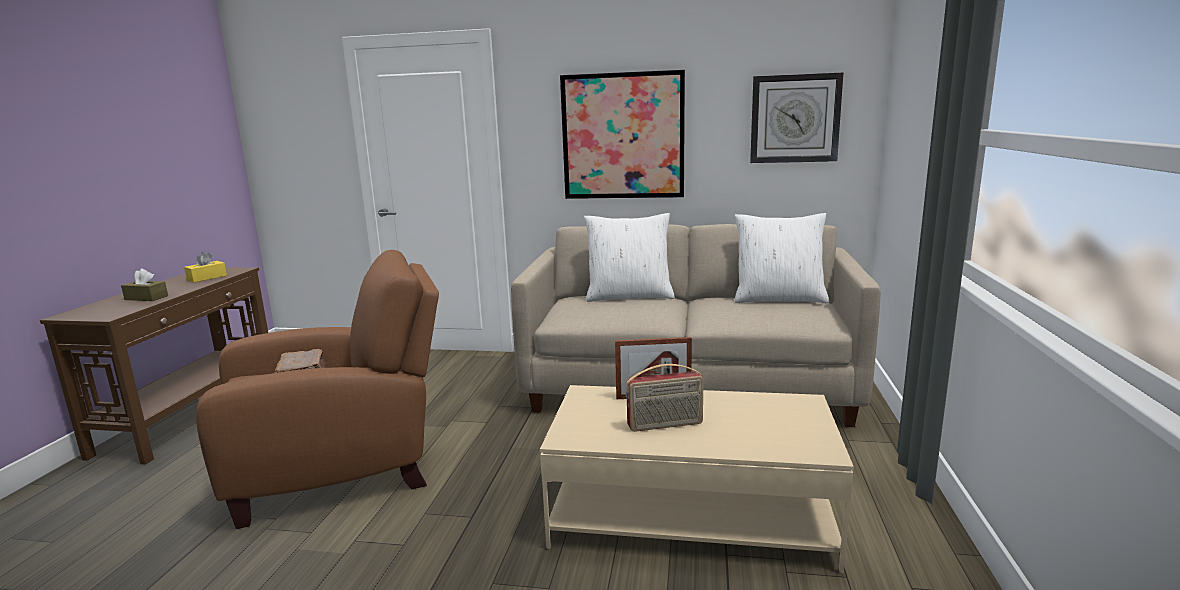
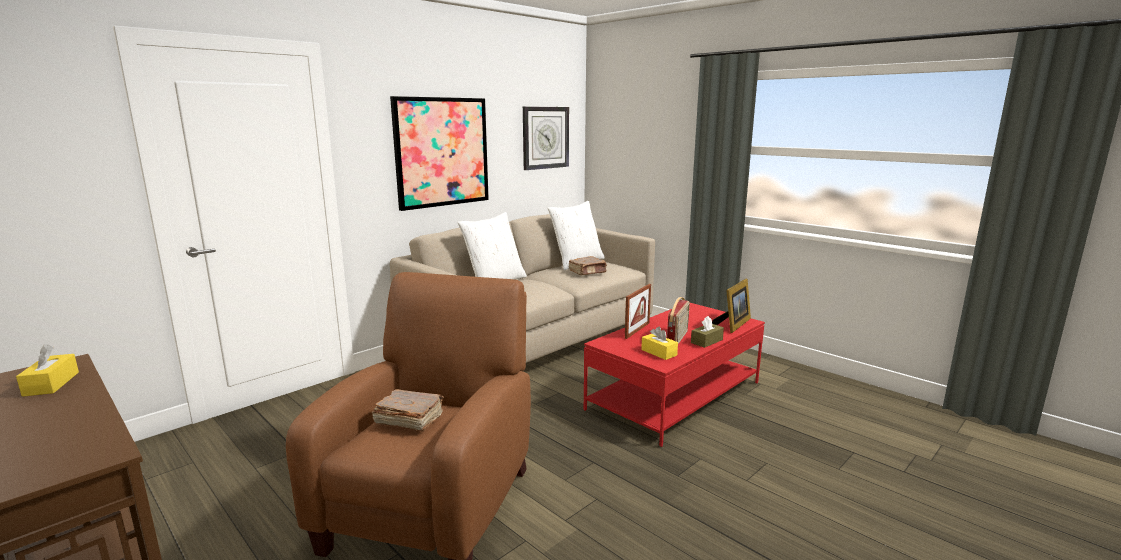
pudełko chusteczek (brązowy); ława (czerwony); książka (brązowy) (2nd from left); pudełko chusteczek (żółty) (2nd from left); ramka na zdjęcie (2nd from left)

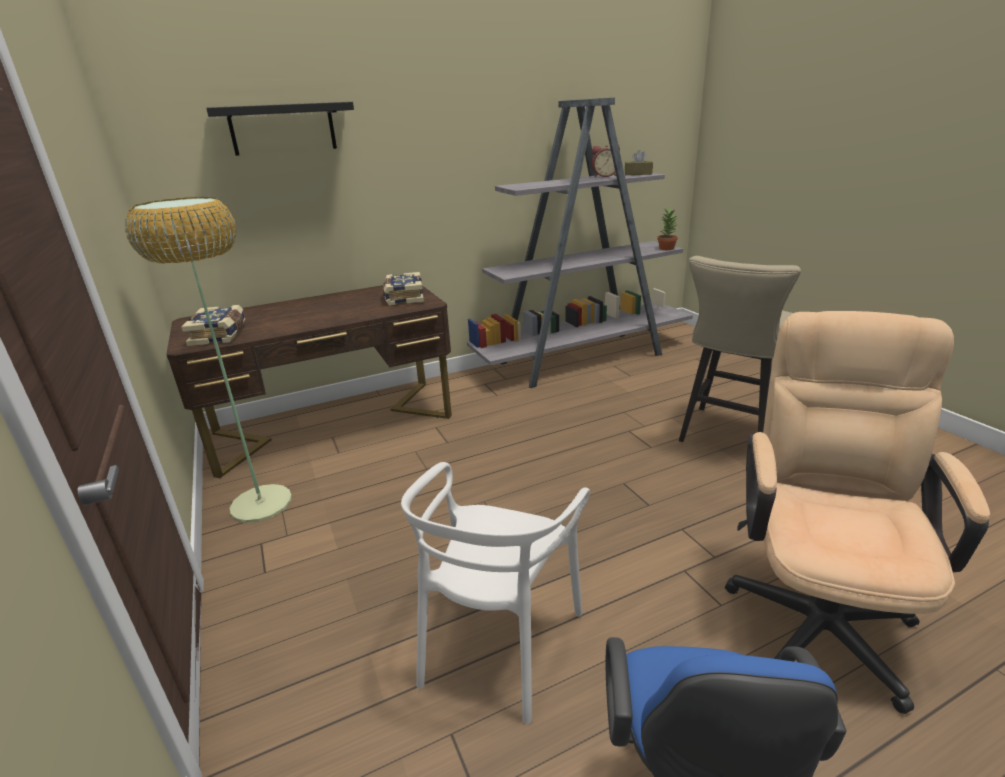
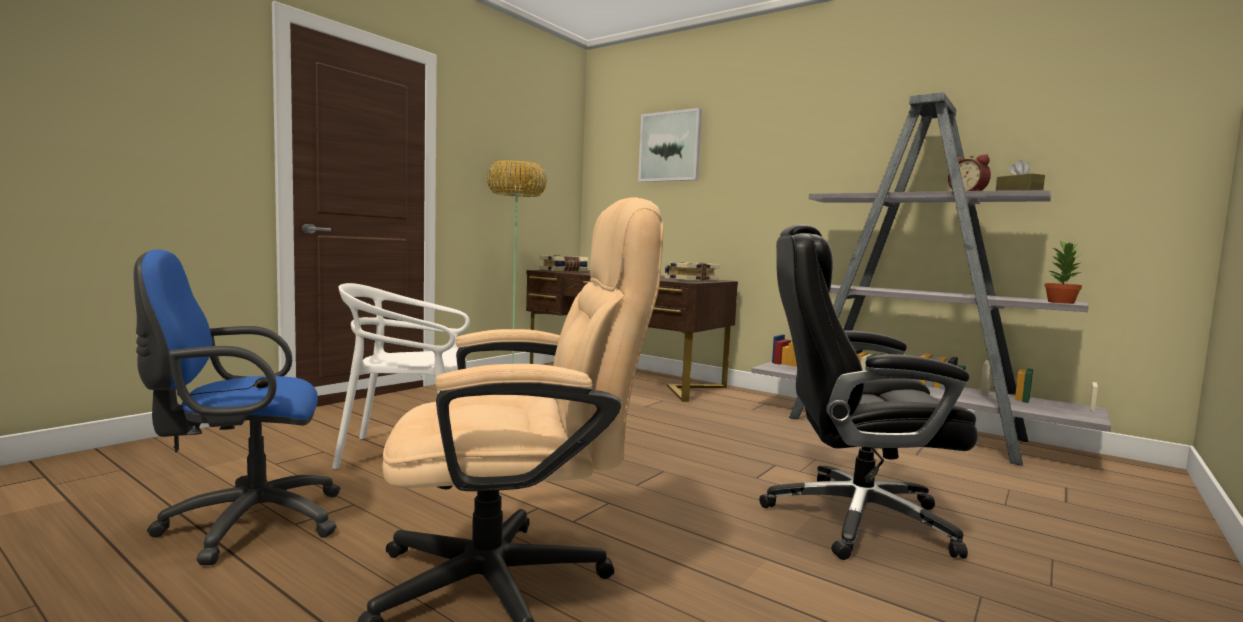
obraz; krzesło biurowe (czarny)

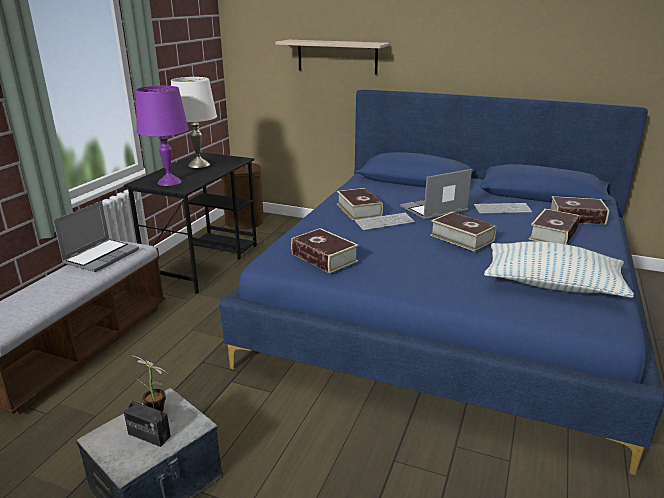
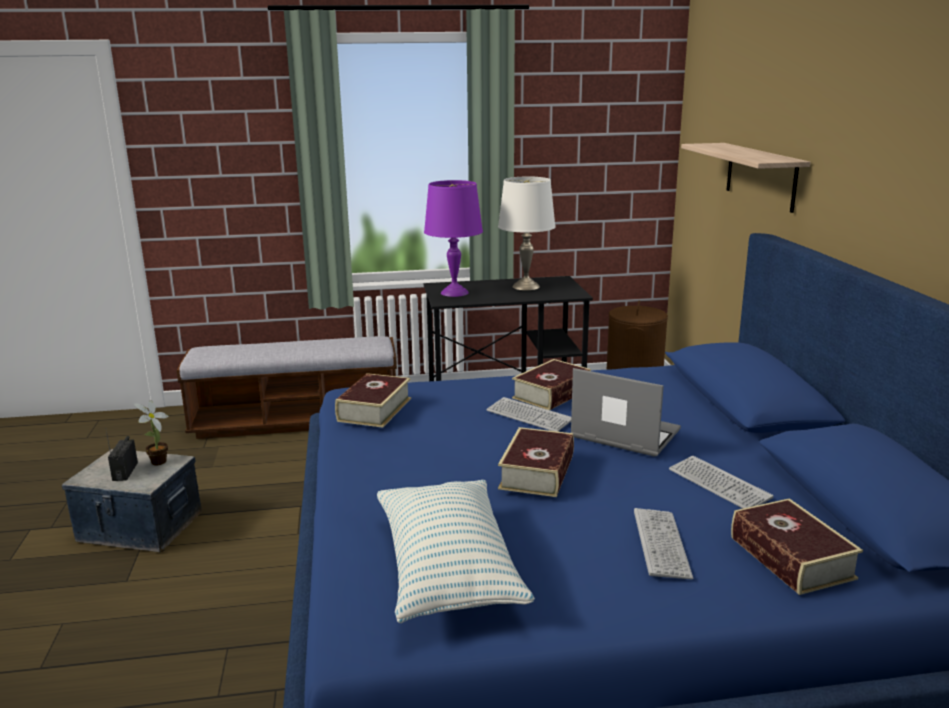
laptop (1st from left in the first image); klawiatura (2nd from left)

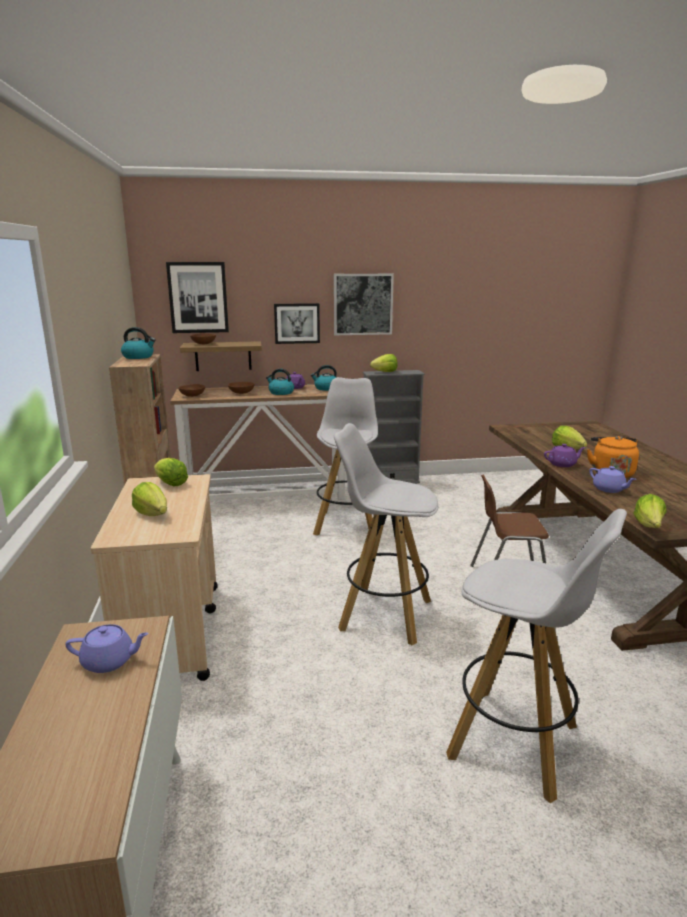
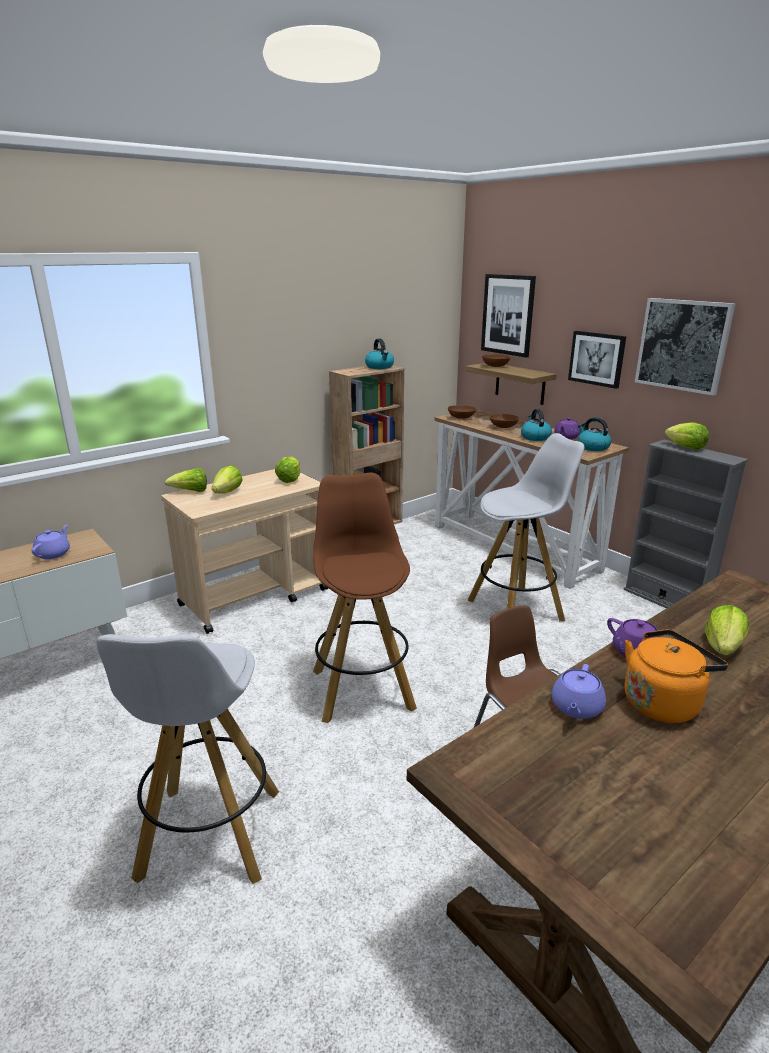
imbryk (fioletowy) (1st from left); stołek (brązowy); sałata (1st from left)

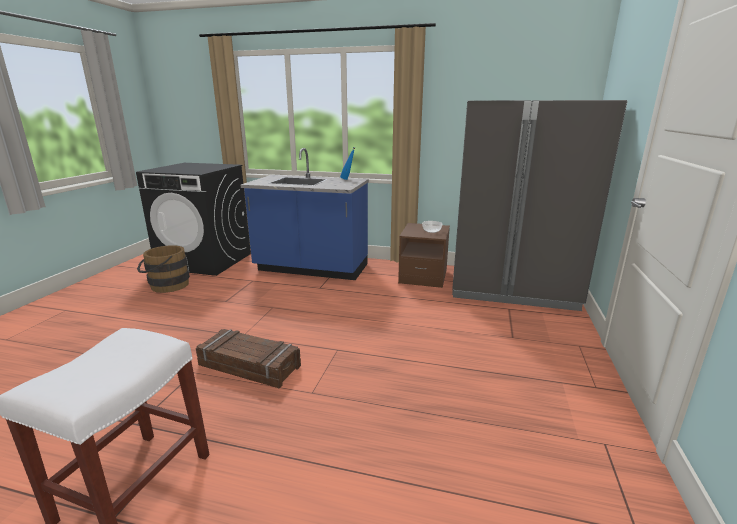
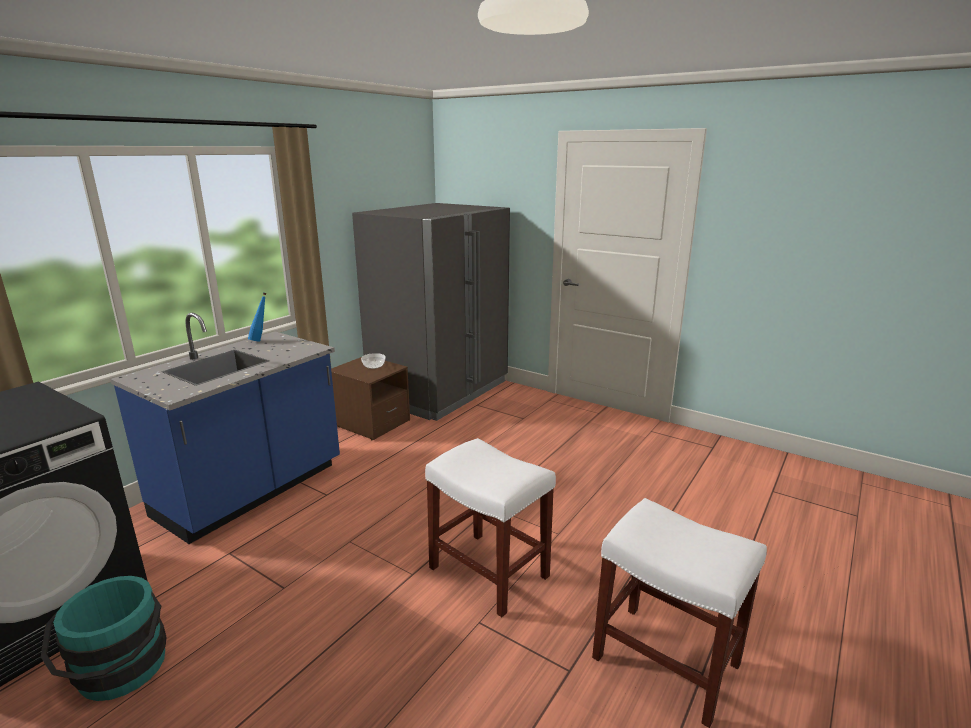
wiadro (turkusowy); stołek (biały) (1st from left)

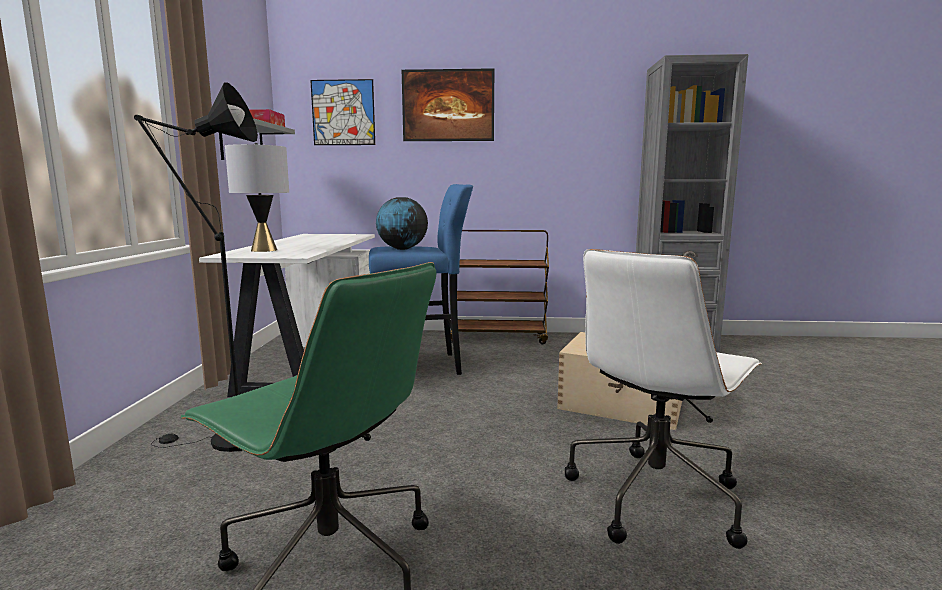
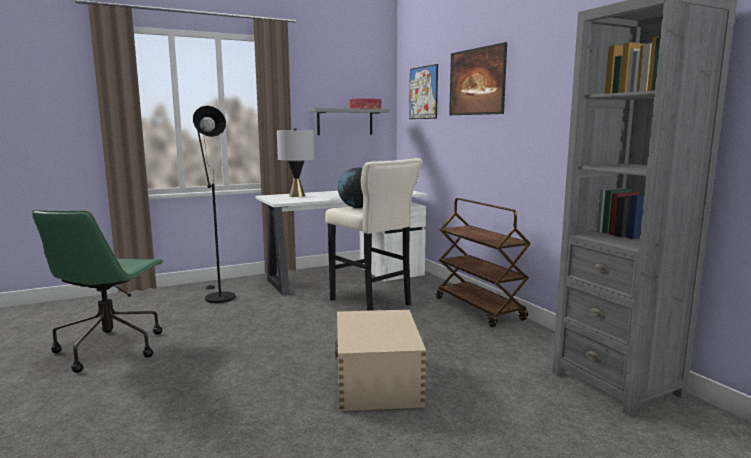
stołek (beżowy); krzesło biurowe (biały)

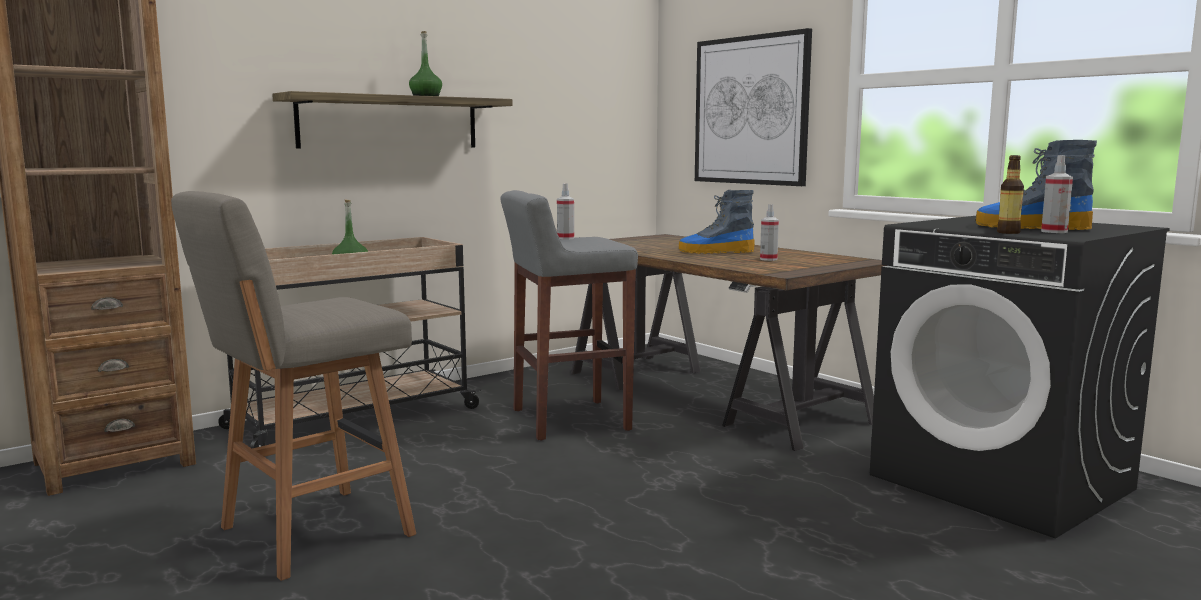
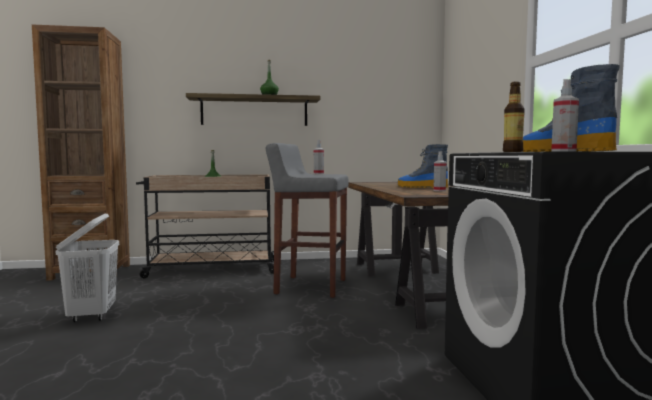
kosz na pranie (biały); obraz

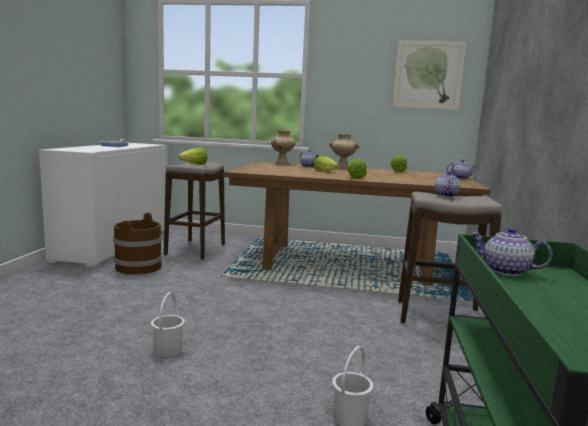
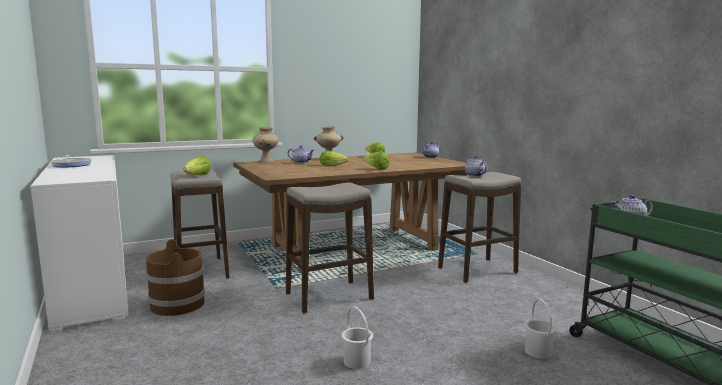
obraz; stołek (2nd from left)

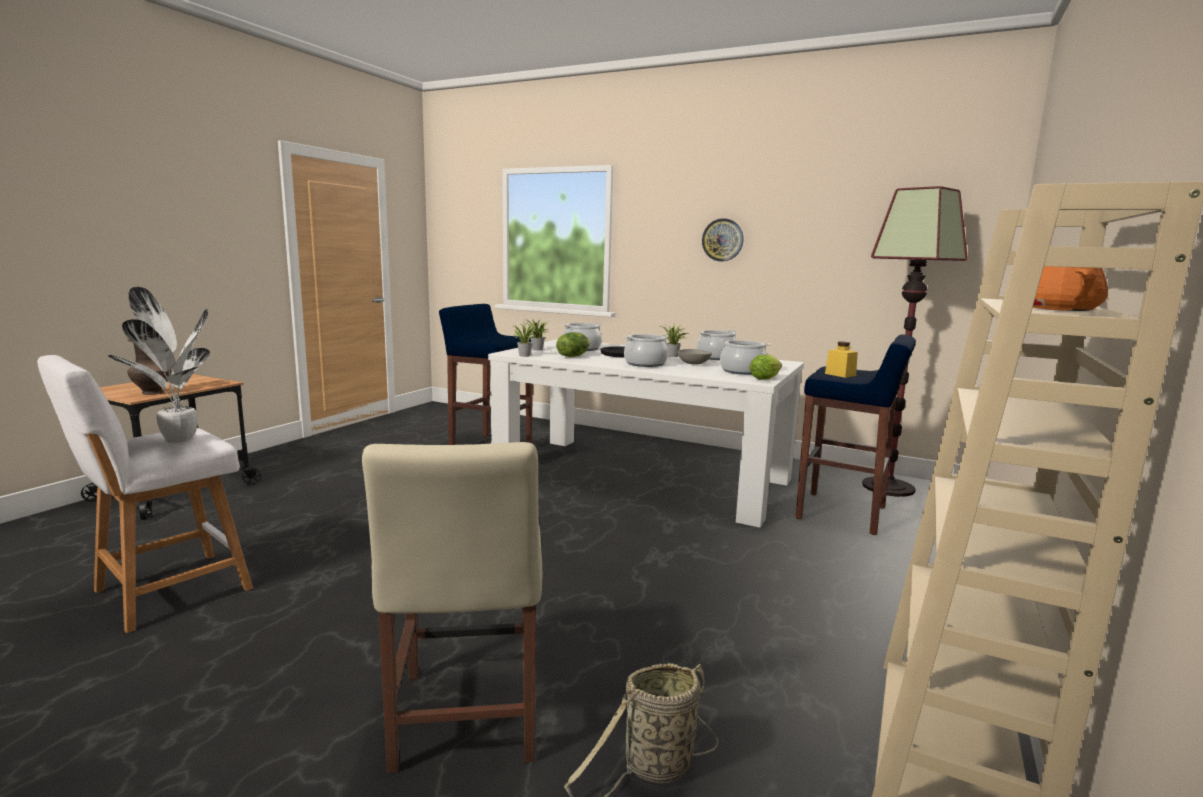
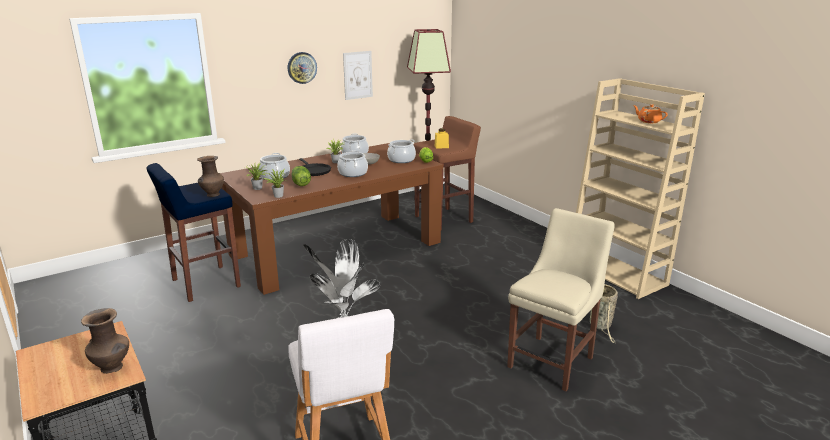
krzesło (beżowy); stół jadalny (brązowy); stołek (brązowy); wazon (brązowy) (2nd from left); obraz

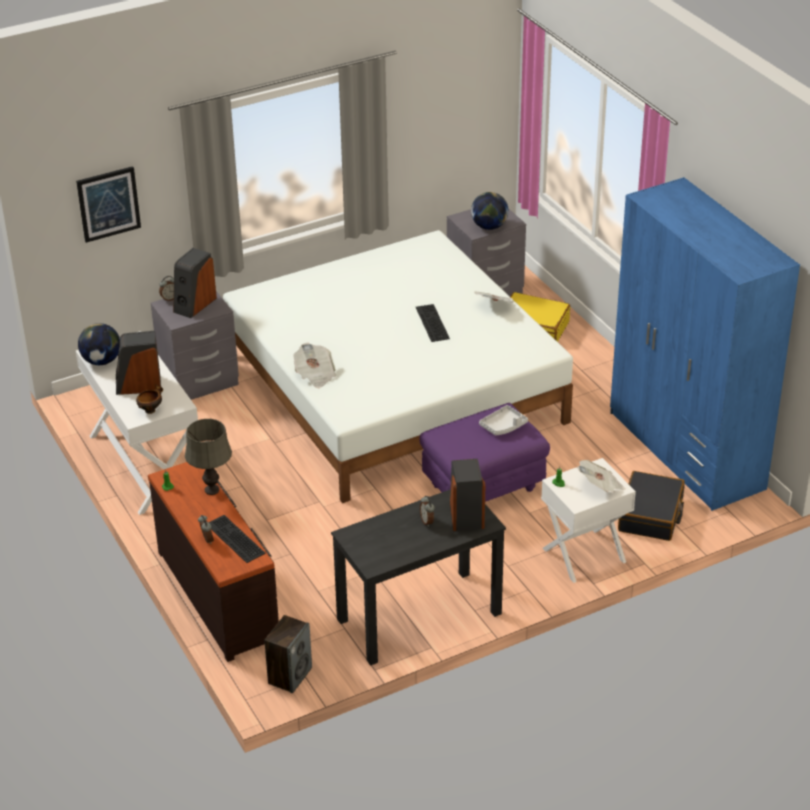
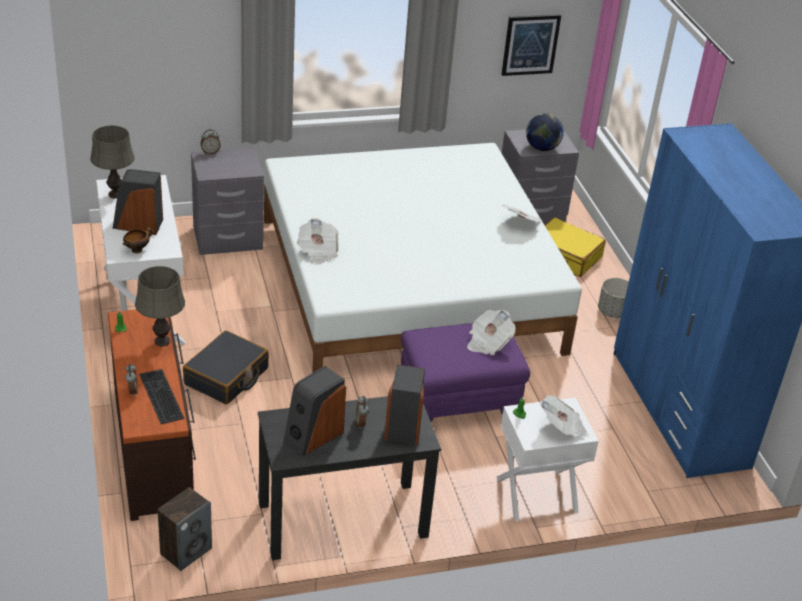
obraz; lampa stołowa (szary) (1st from left); głośnik (3rd from left); klawiatura (2nd from left in the first image); gazeta (2nd from left); walizka (czarny); donica (szary)

